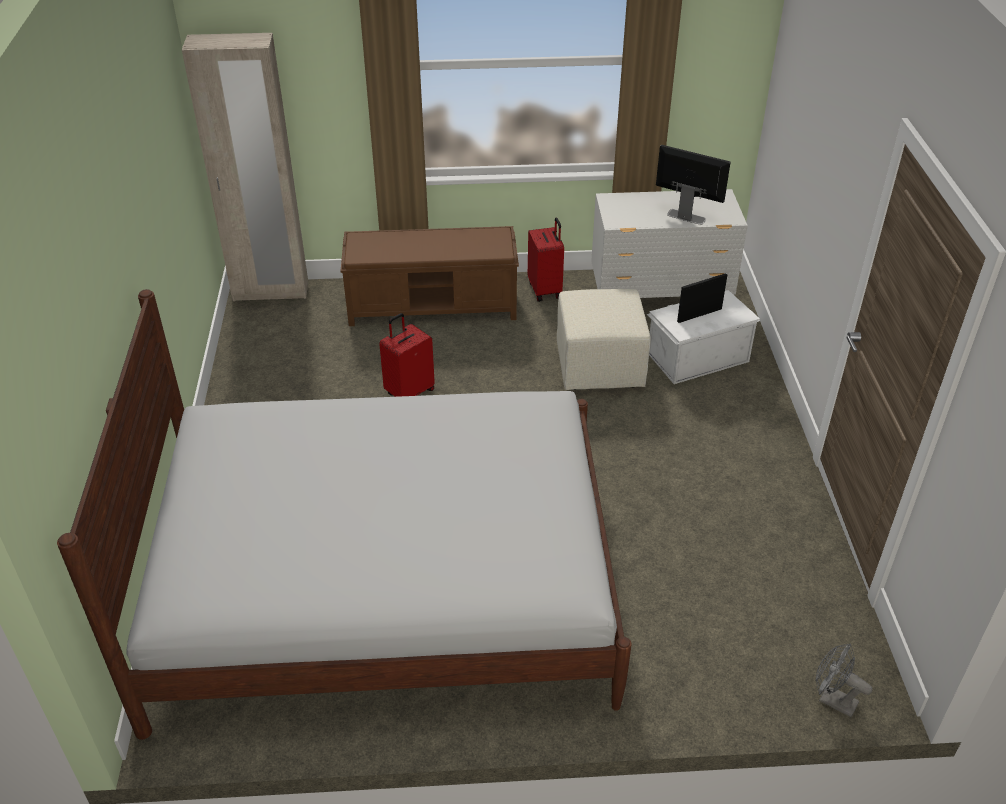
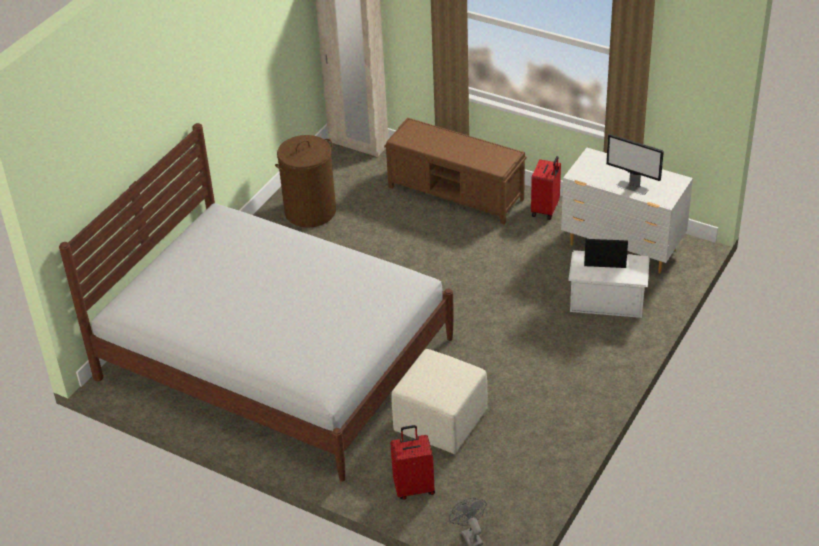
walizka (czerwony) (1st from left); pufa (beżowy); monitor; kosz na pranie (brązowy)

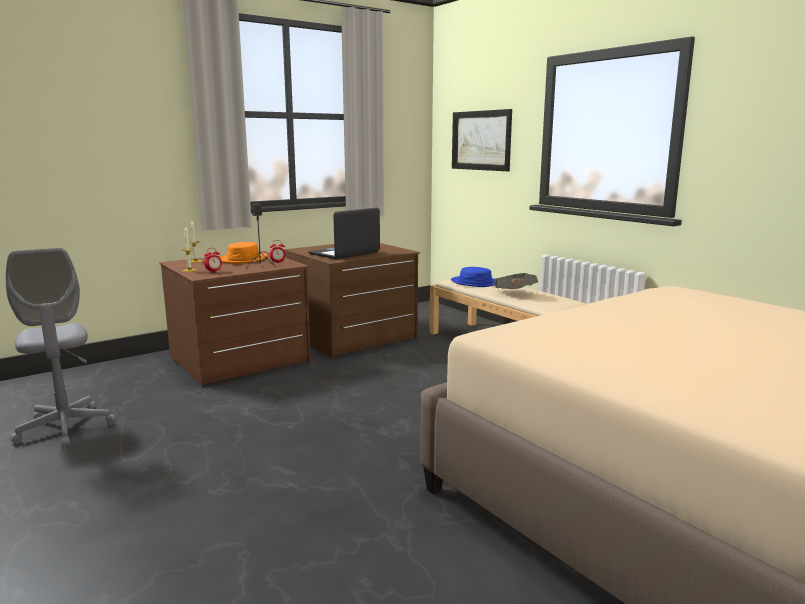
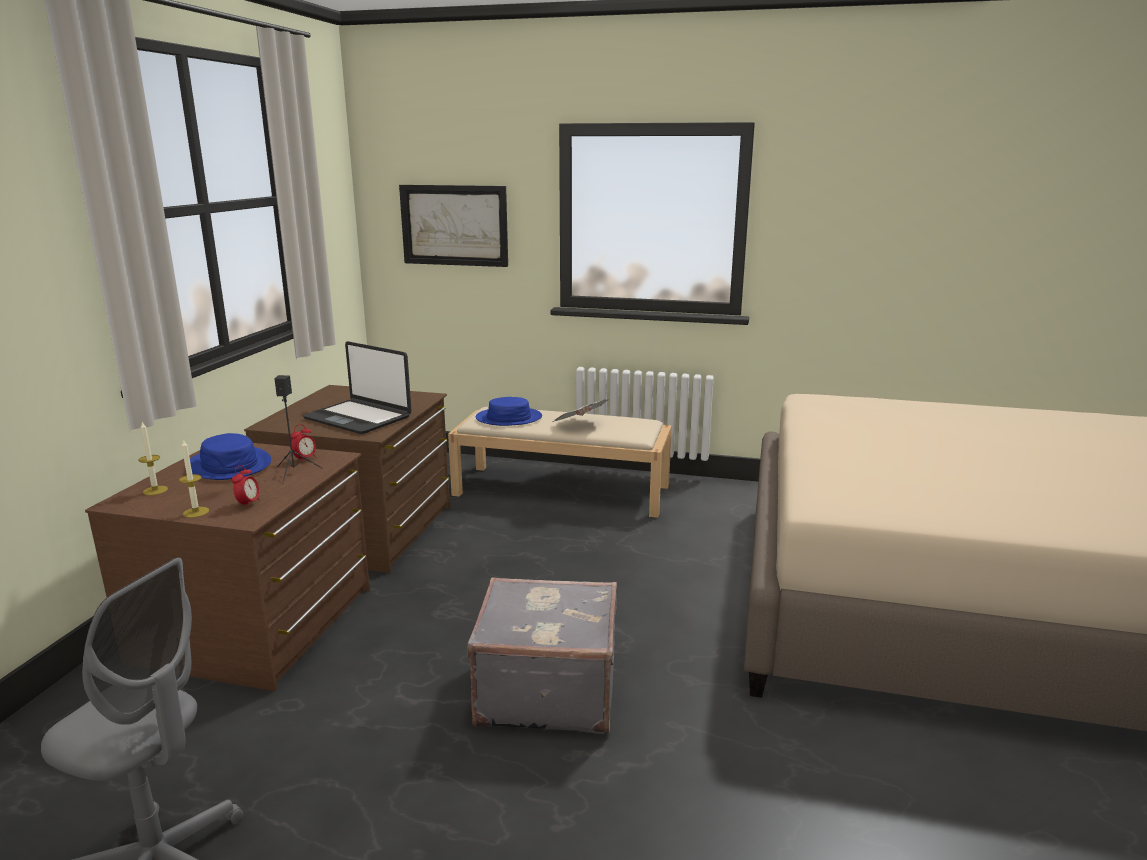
kapelusz (niebieski) (1st from left); laptop; walizka (szary)

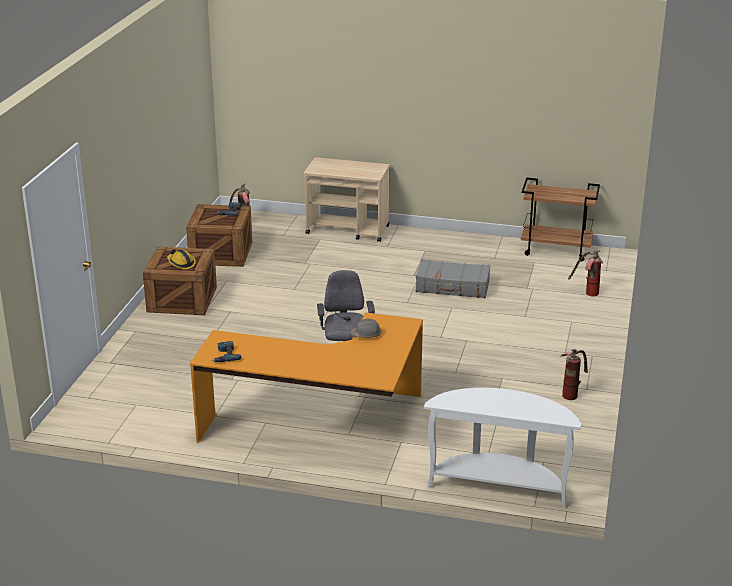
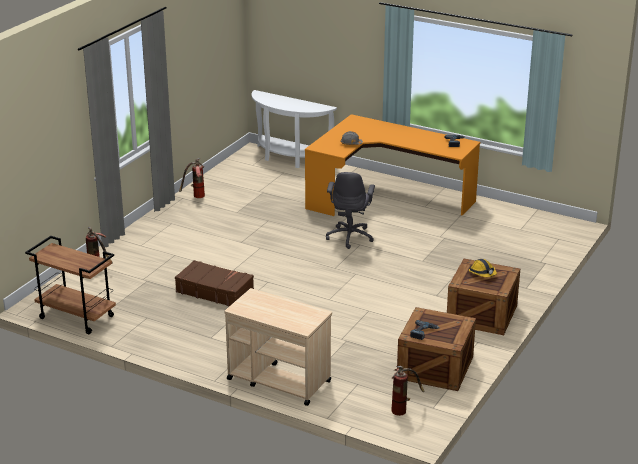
walizka (brązowy)

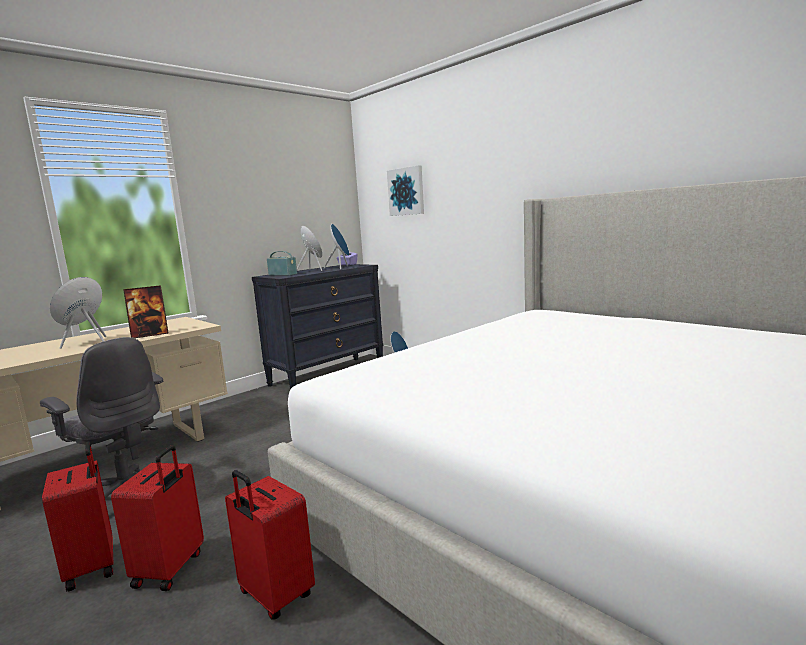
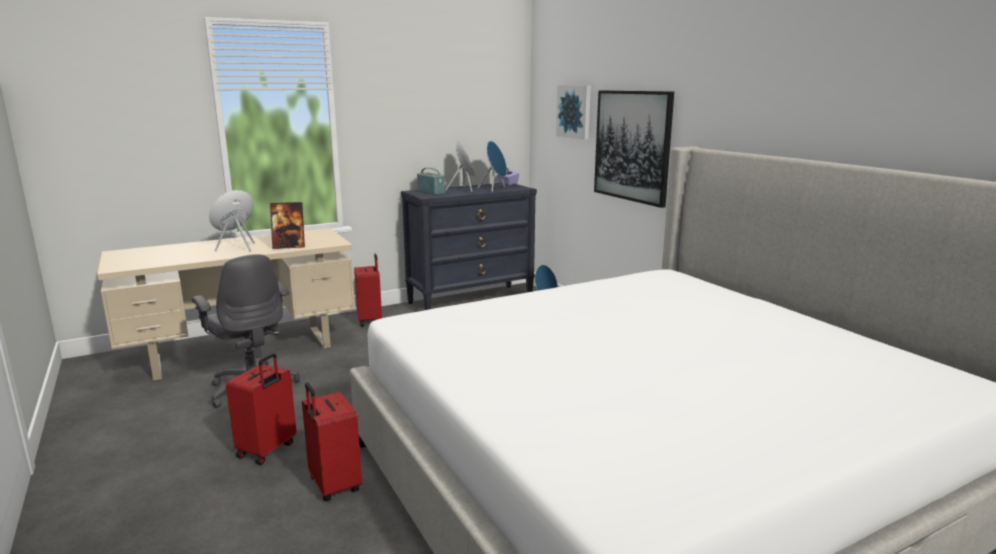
walizka (czerwony) (3rd from left); obraz (2nd from left)

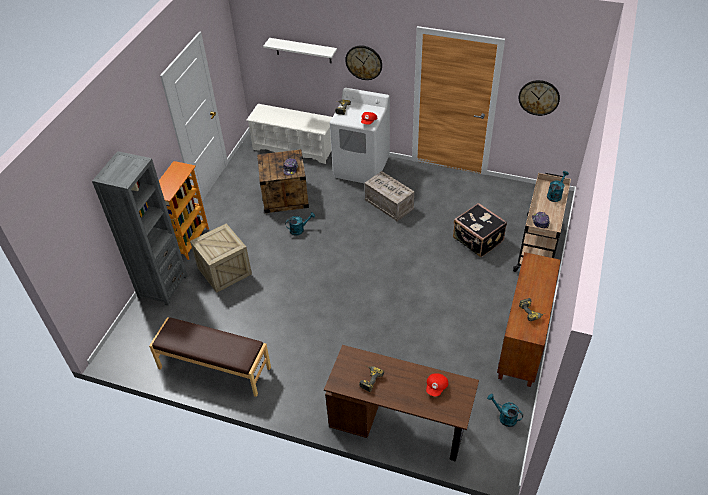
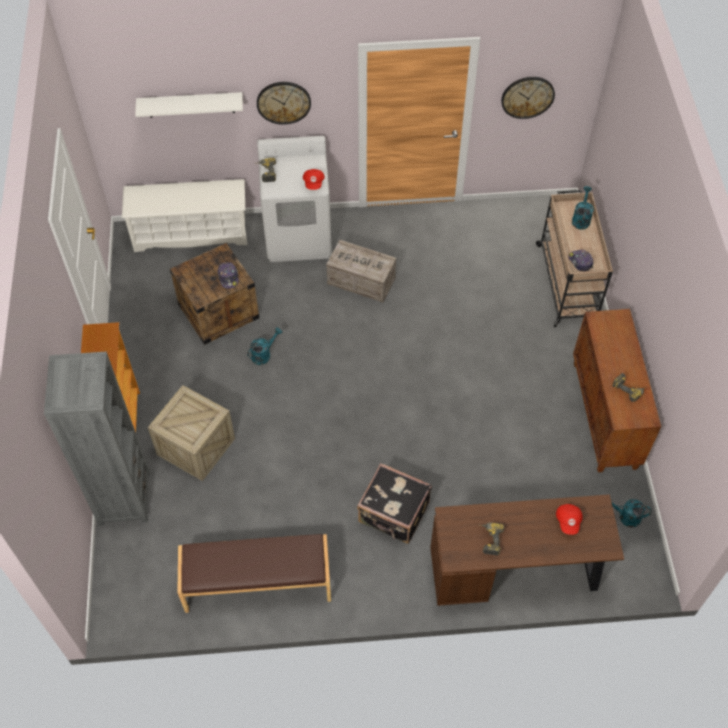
walizka (czarny)

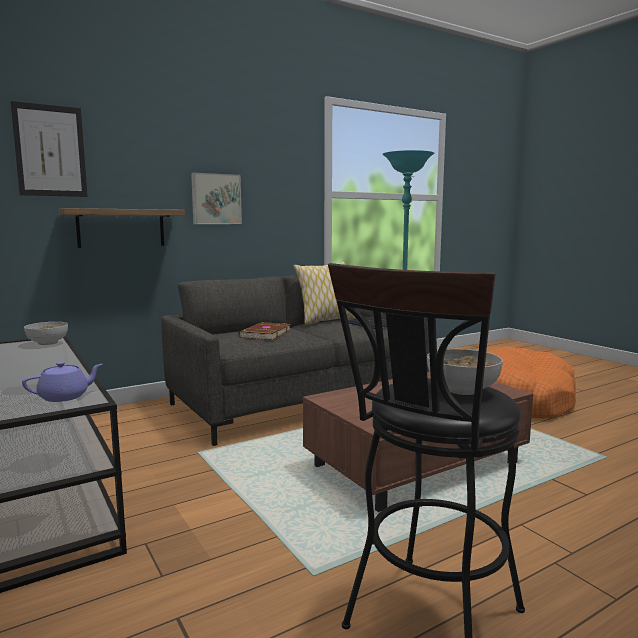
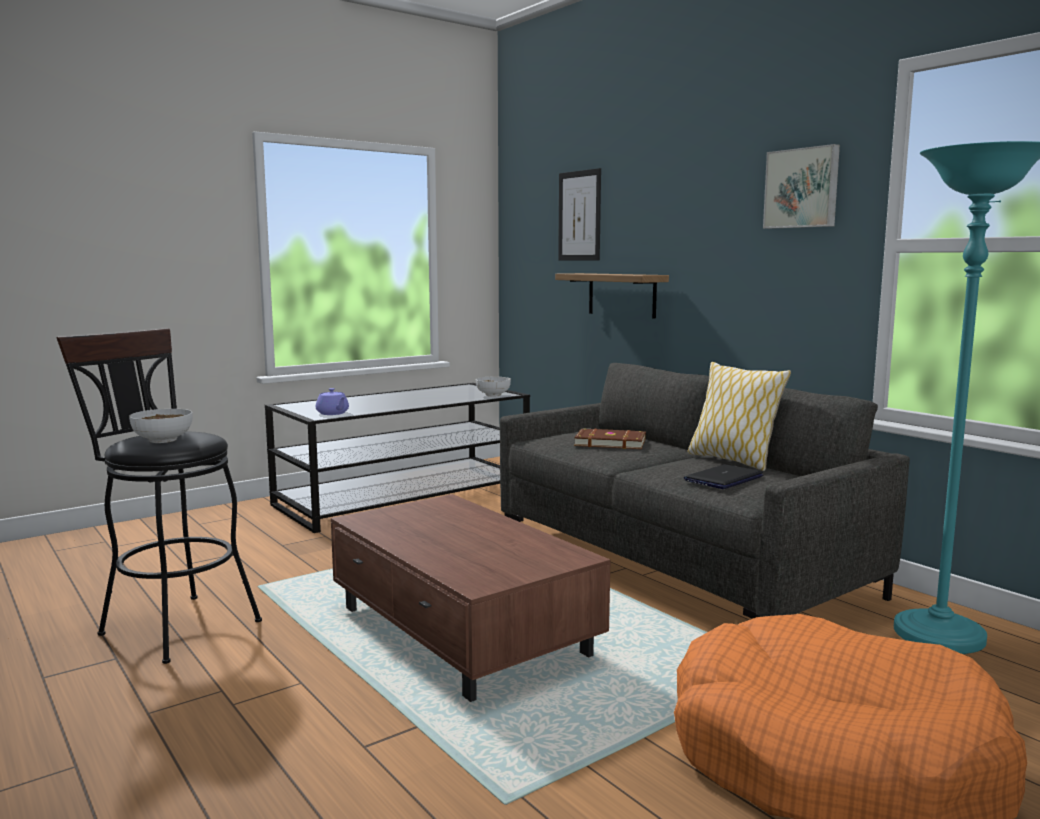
obraz (2nd from left)

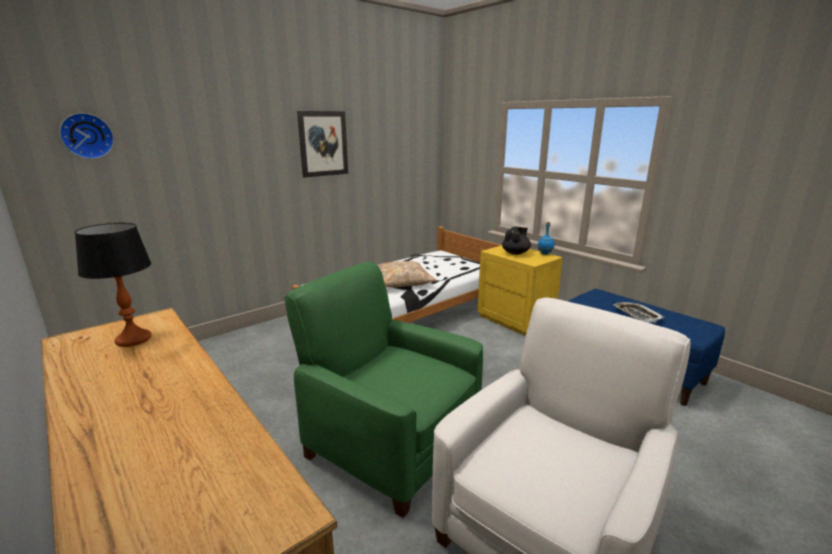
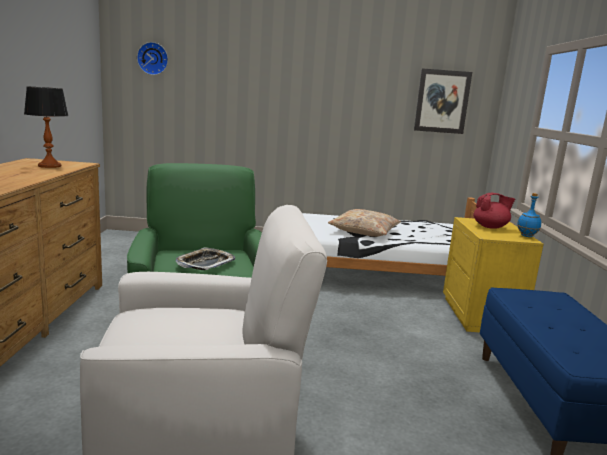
obraz; imbryk (czerwony); taca

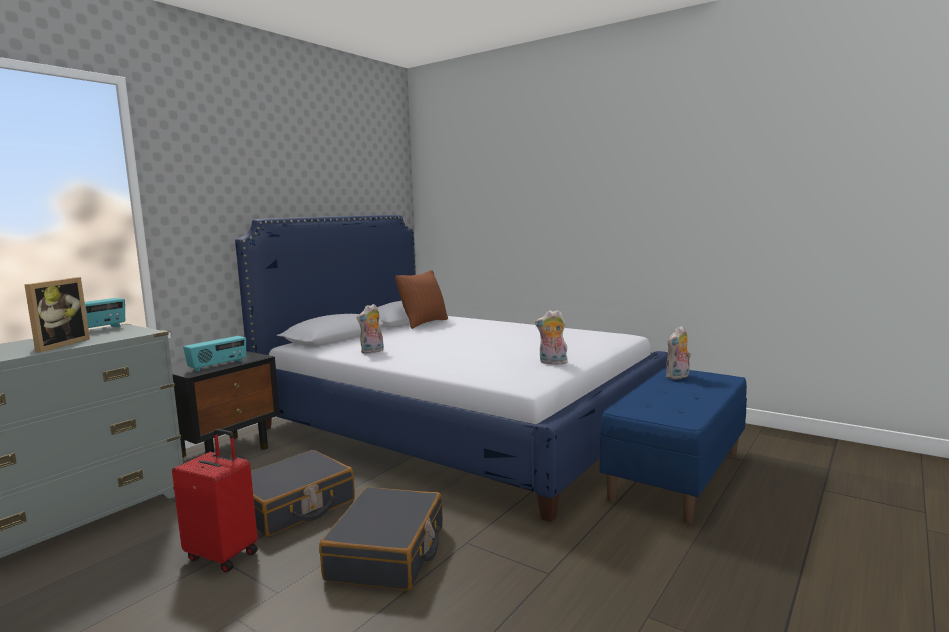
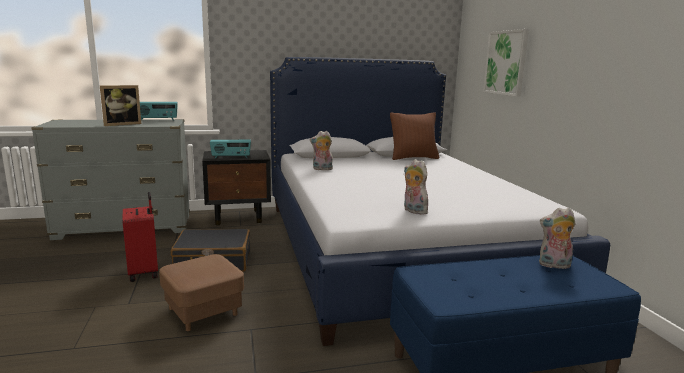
pufa (brązowy); obraz

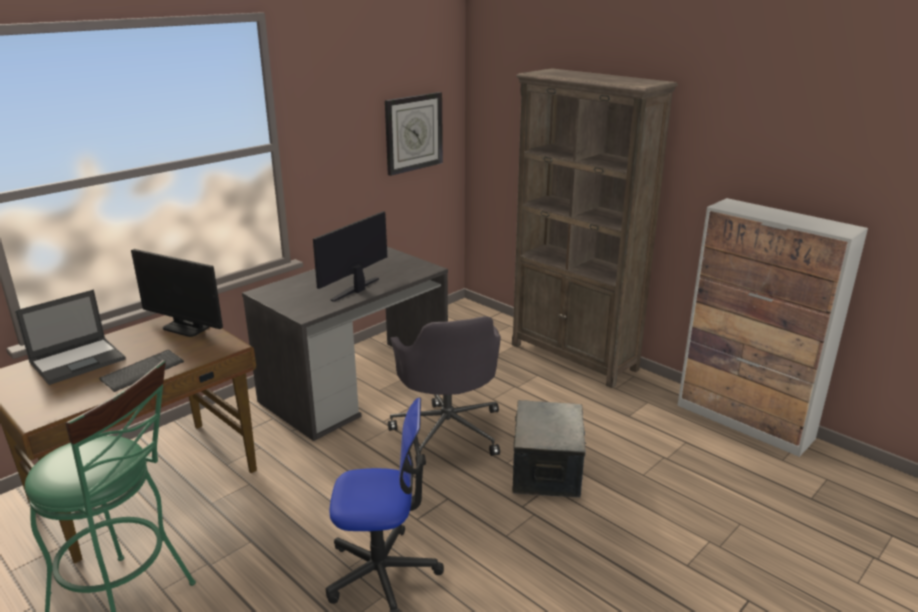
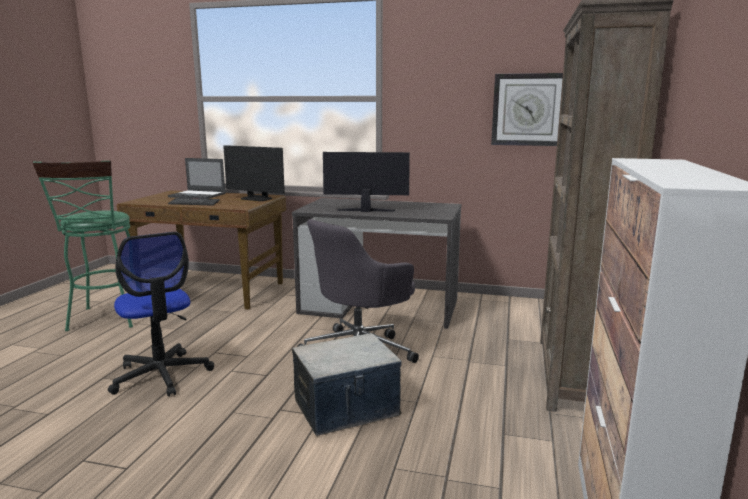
monitor (1st from left)

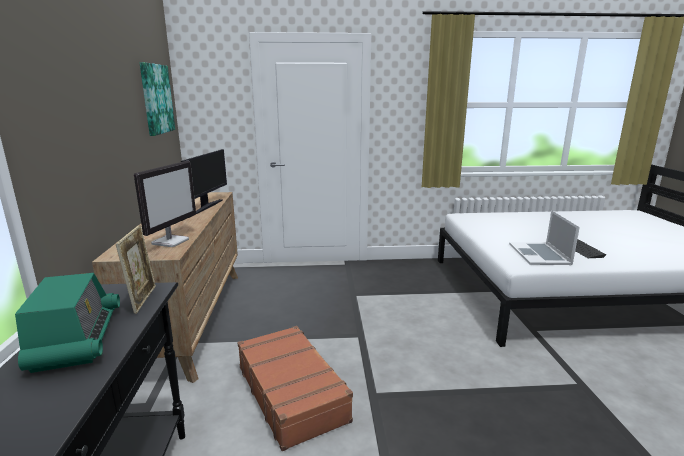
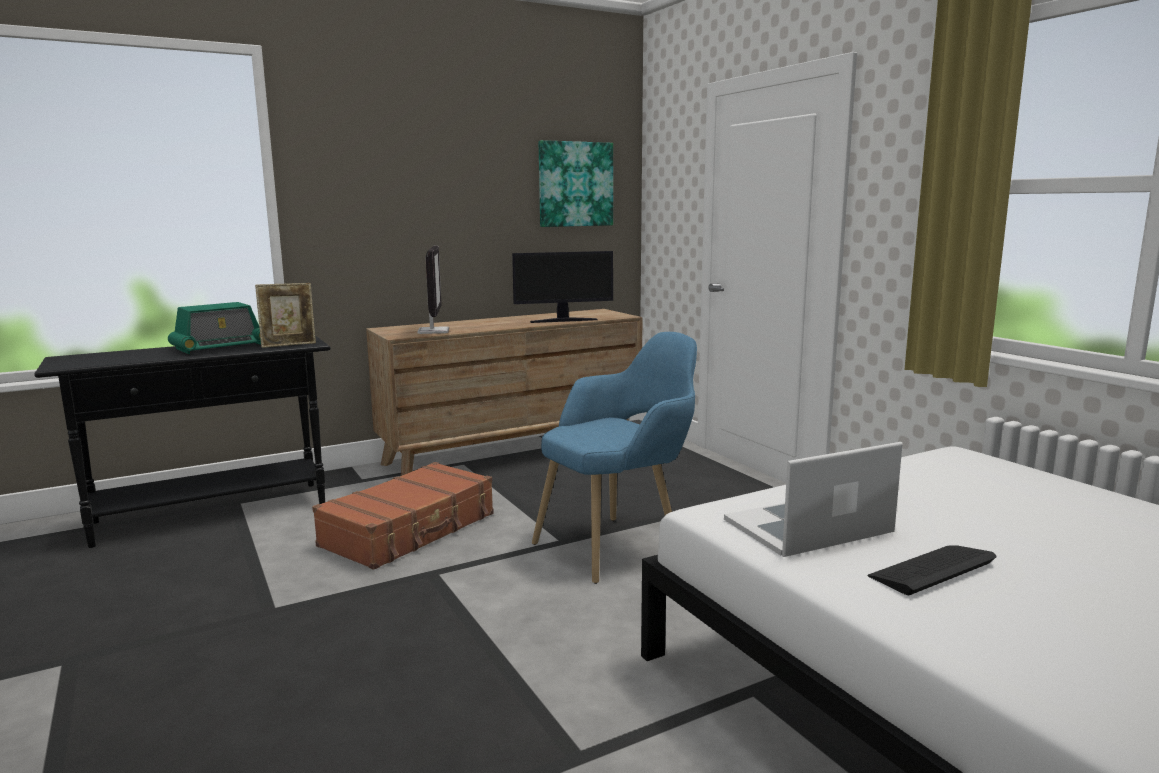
monitor (1st from left); fotel (niebieski)

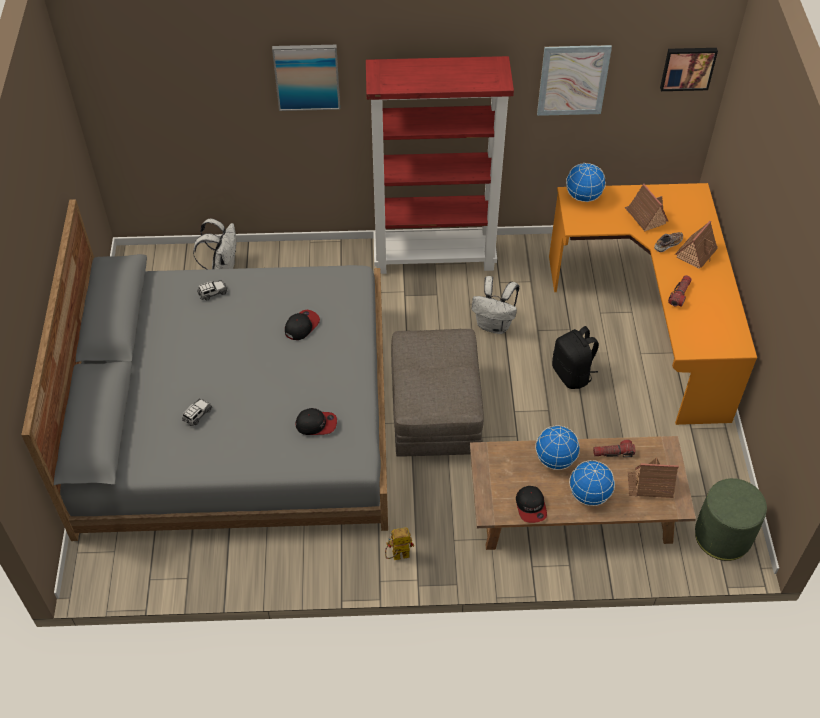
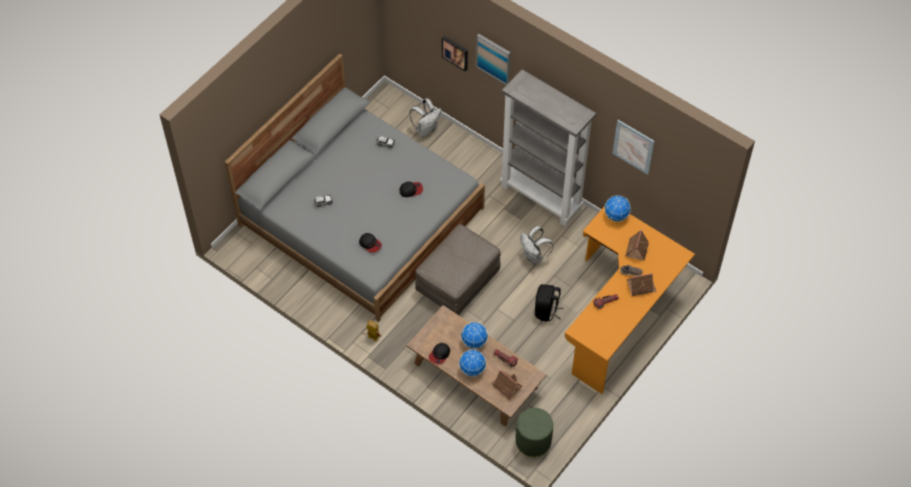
regał (szary); obraz (1st from left)

